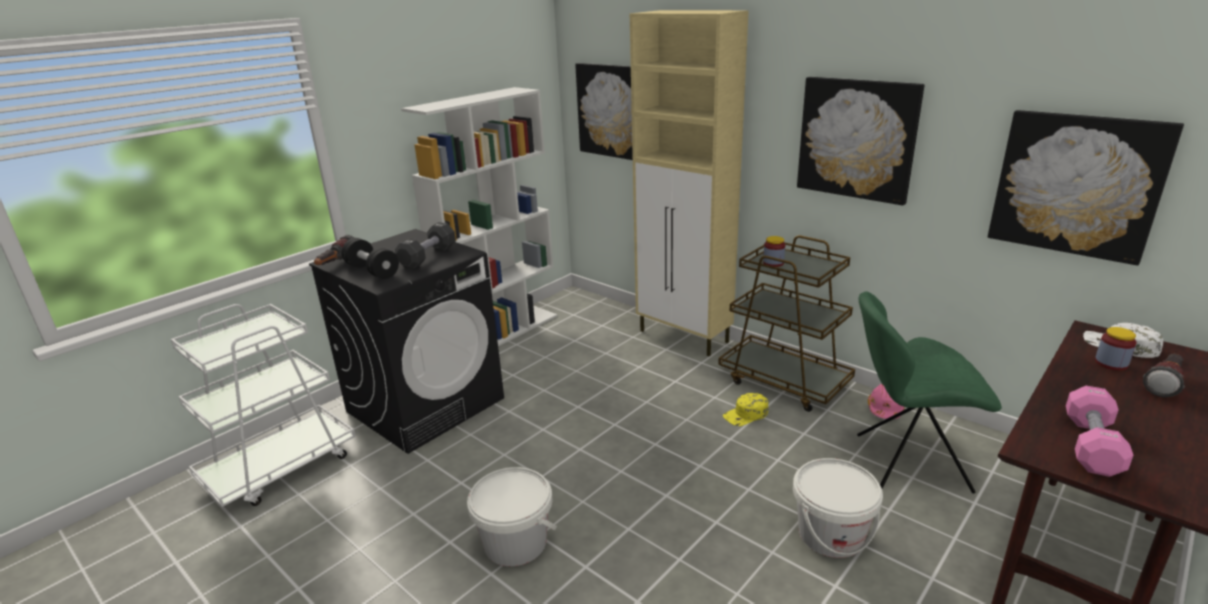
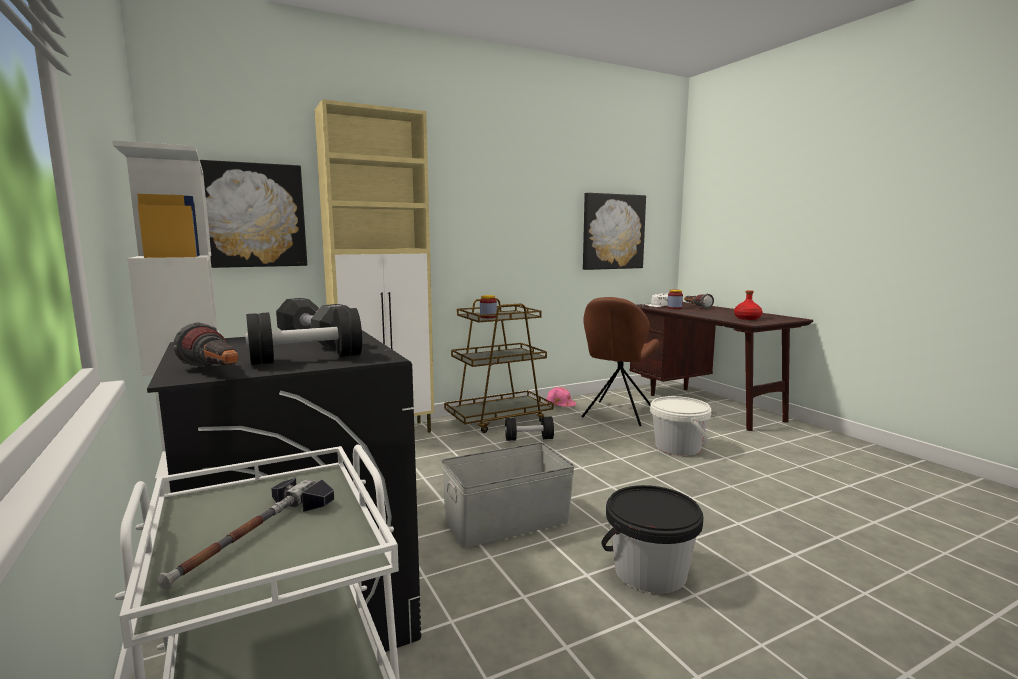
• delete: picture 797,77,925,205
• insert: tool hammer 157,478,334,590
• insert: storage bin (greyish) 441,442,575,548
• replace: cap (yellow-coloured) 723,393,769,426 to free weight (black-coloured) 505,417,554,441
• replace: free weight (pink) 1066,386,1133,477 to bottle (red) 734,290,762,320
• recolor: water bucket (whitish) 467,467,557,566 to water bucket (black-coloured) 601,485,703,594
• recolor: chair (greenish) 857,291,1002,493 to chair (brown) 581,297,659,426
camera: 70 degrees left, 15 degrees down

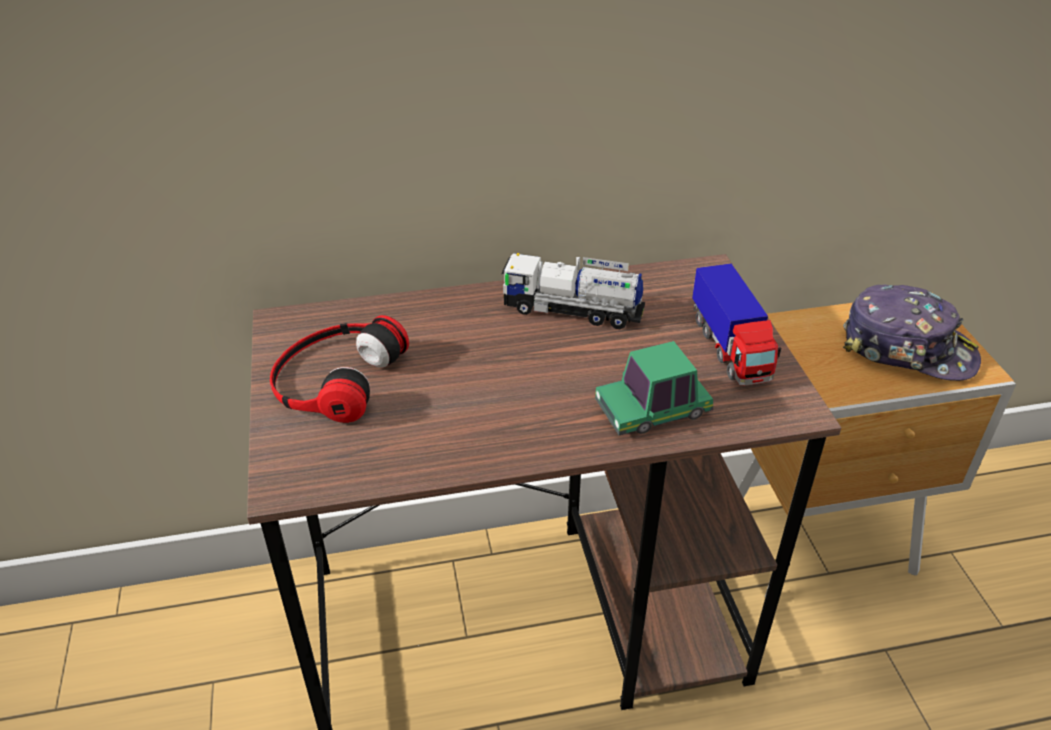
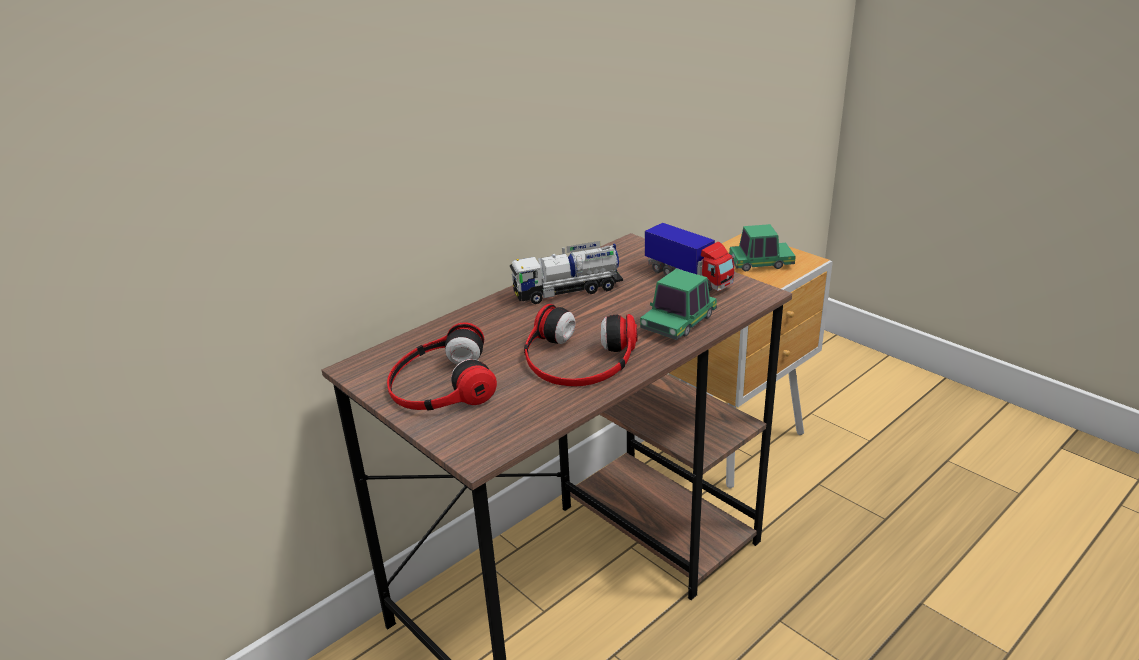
• insert: headphones 524,304,638,387
• replace: cap 843,285,981,381 to miniature car 729,224,796,271
camera: 30 degrees left, 10 degrees down

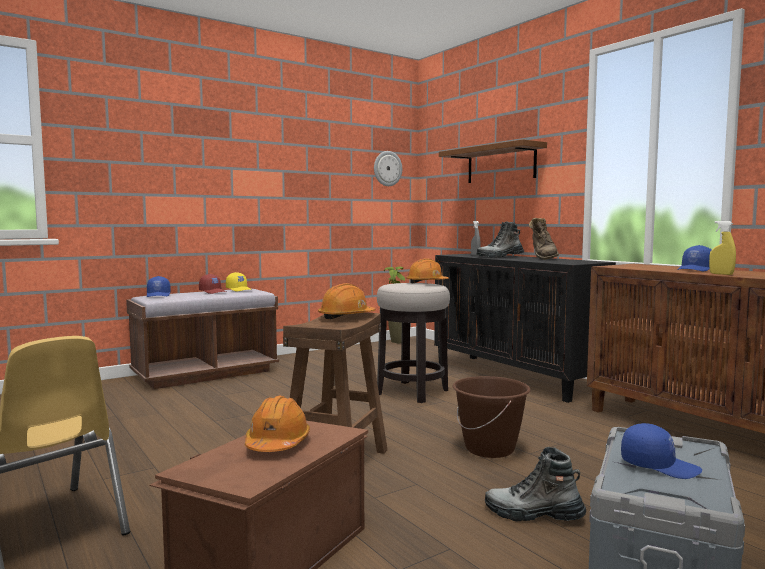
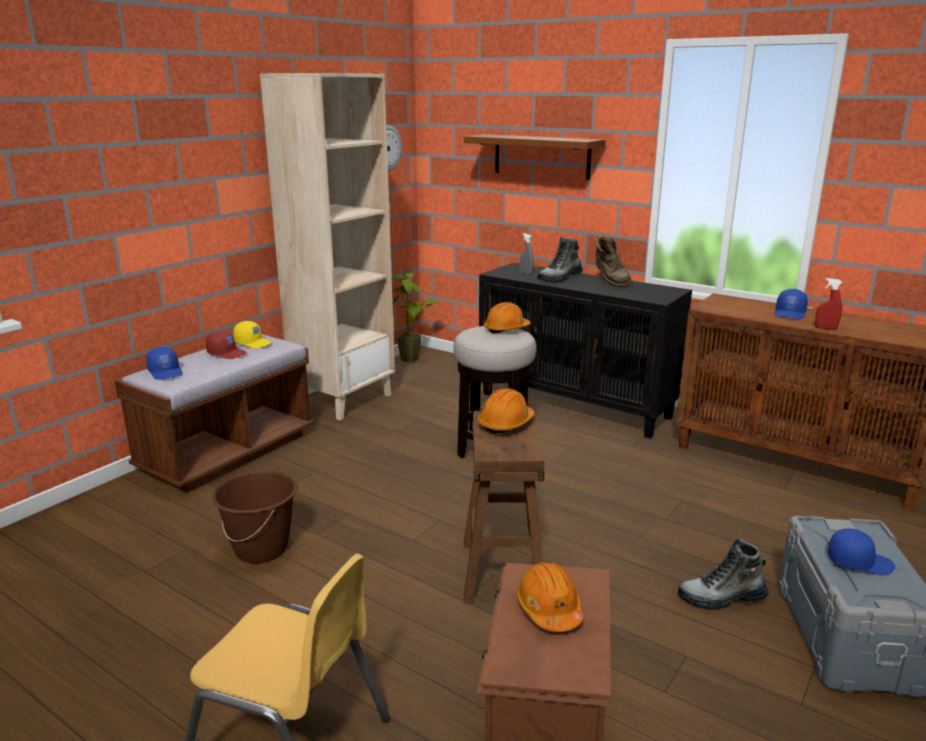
• insert: bookshelf (beige) 260,73,395,420
• move: water bucket (brown) 452,376,531,458 to 212,470,297,563
• recolor: sprayer (yellow-coloured) 709,221,736,275 to sprayer (red) 815,278,842,330
camera: 20 degrees left, 15 degrees up

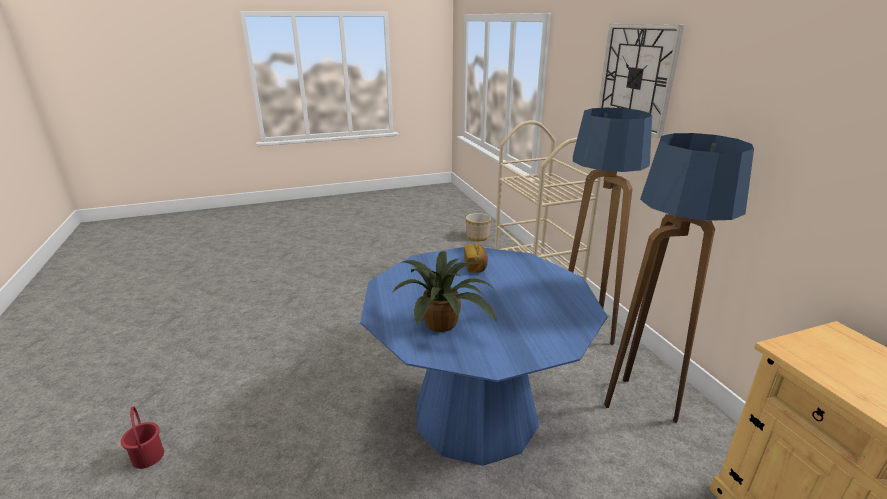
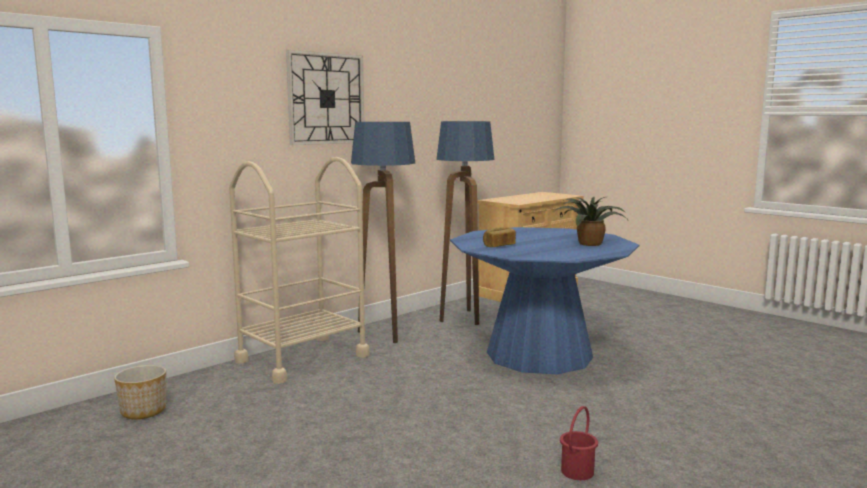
• move: water bucket (red) 121,406,164,469 to 560,406,598,480
camera: 115 degrees left, 15 degrees down

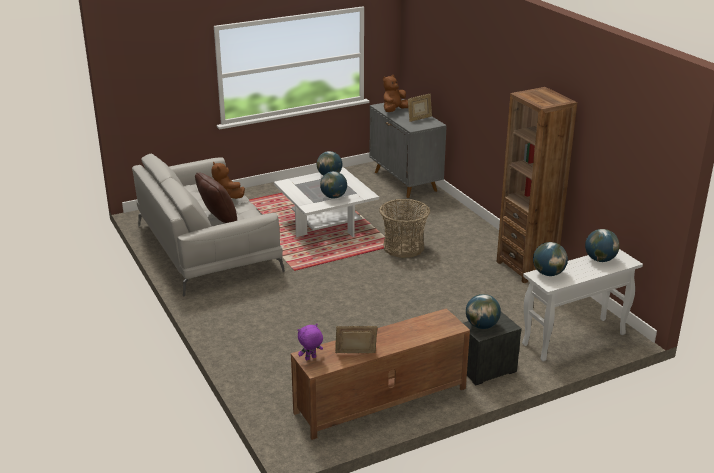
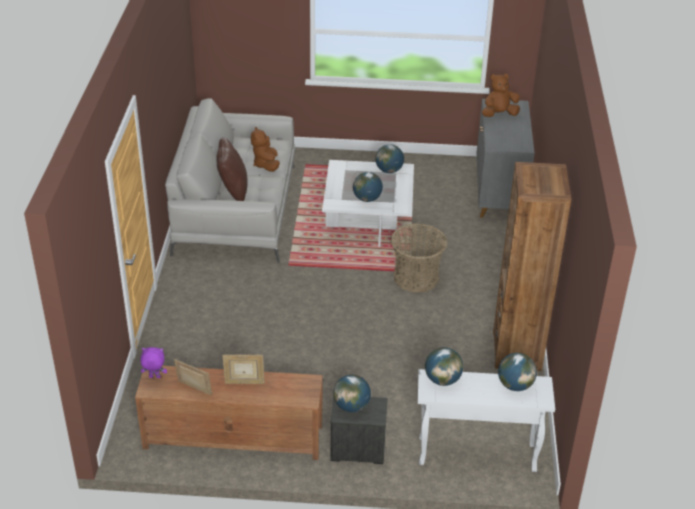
• move: standing frame 408,94,432,122 to 222,355,265,384
camera: 30 degrees right, 10 degrees up

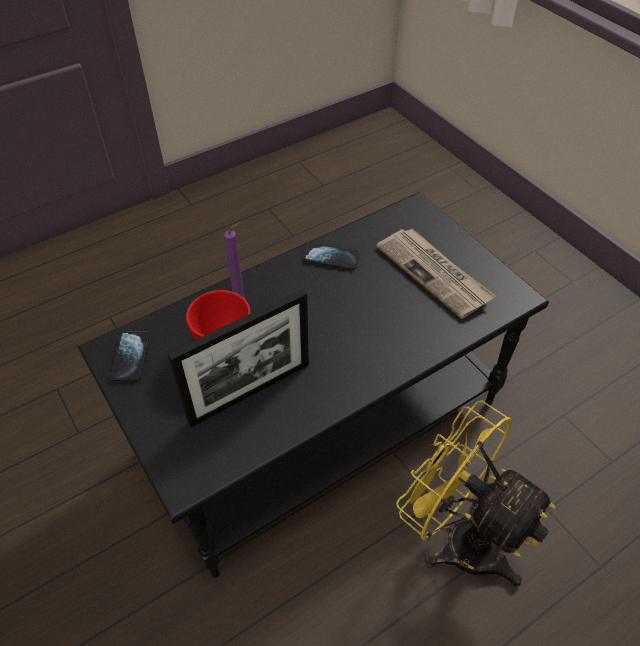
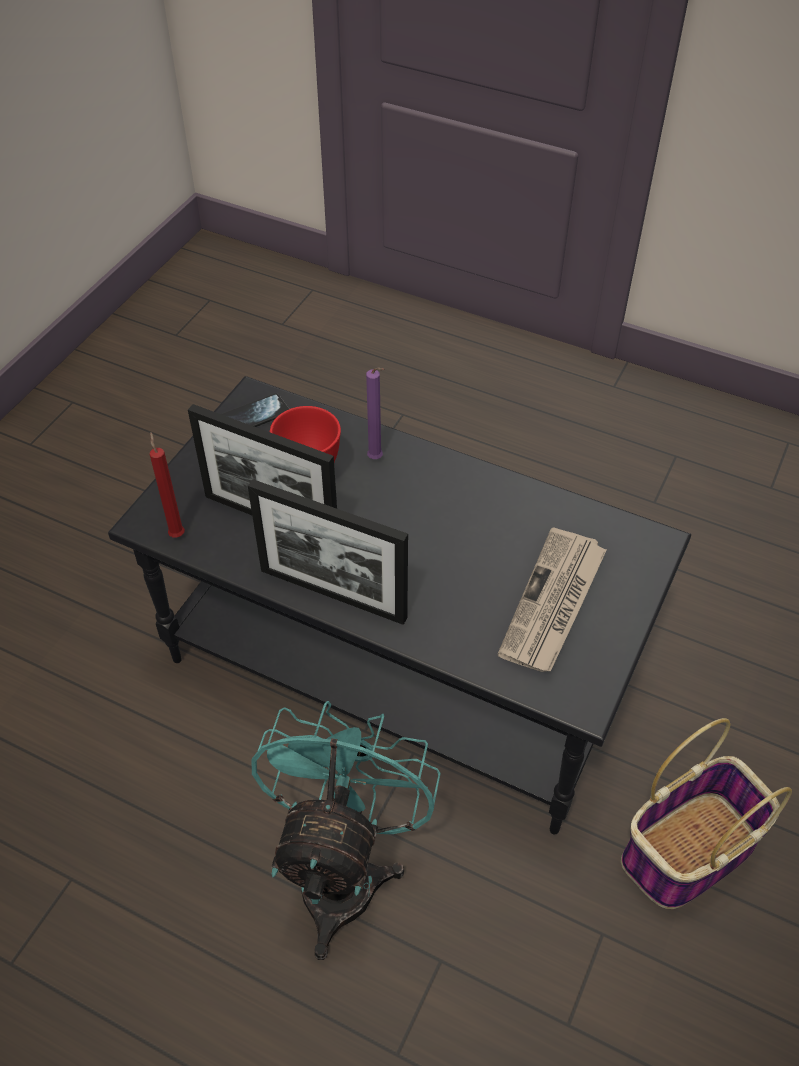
• delete: telephone 303,243,360,270
• insert: wax candle (red) 150,432,185,537
• insert: standing frame 248,479,408,625
• insert: storage basket 621,718,792,909
• recolor: fan (yellow-coloured) 396,401,556,587 to fan (blue-green) 252,701,441,960
camera: 60 degrees right, 0 degrees up

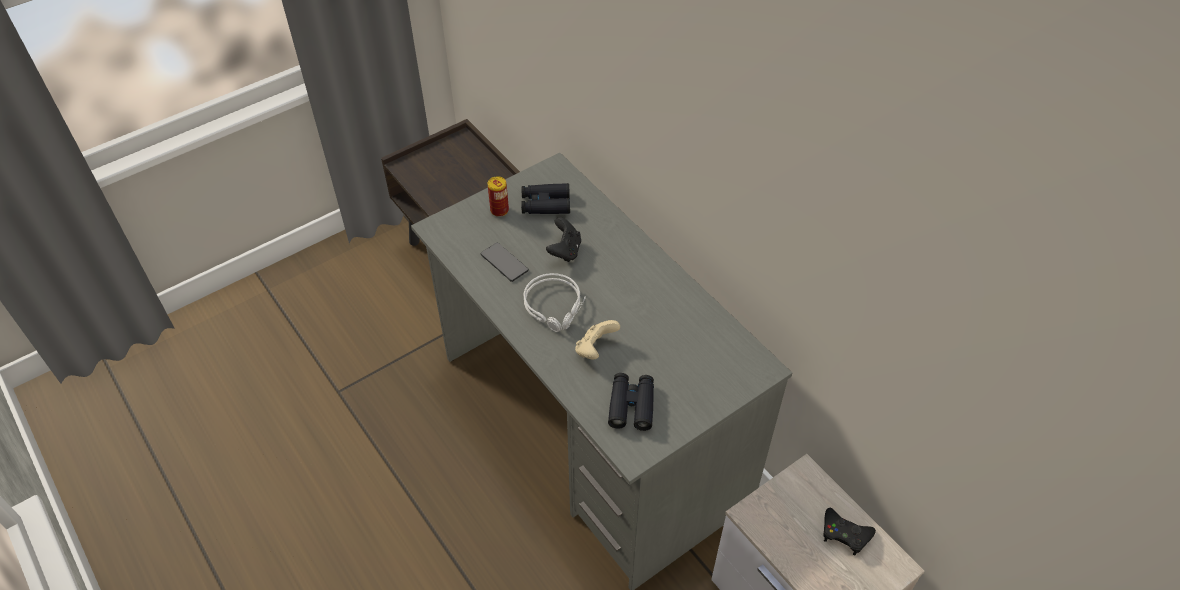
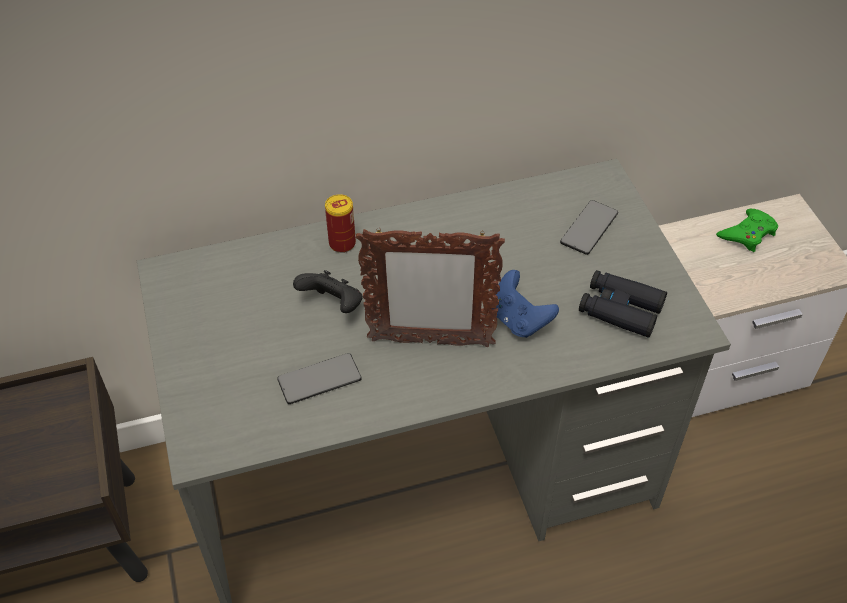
• delete: pair of binoculars (black-coloured) 521,183,570,214
• insert: telephone 560,200,618,255
• move: metal can 488,176,509,217 to 325,194,356,253
• replace: headphones (greyish) 523,273,586,332 to standing frame 356,227,505,347
• recolor: gamepad (beige) 575,320,620,359 to gamepad (blue-coloured) 492,270,559,338
• recolor: gamepad (black-coloured) 824,508,876,555 to gamepad (greenish) 716,209,778,252
camera: 70 degrees left, 0 degrees up

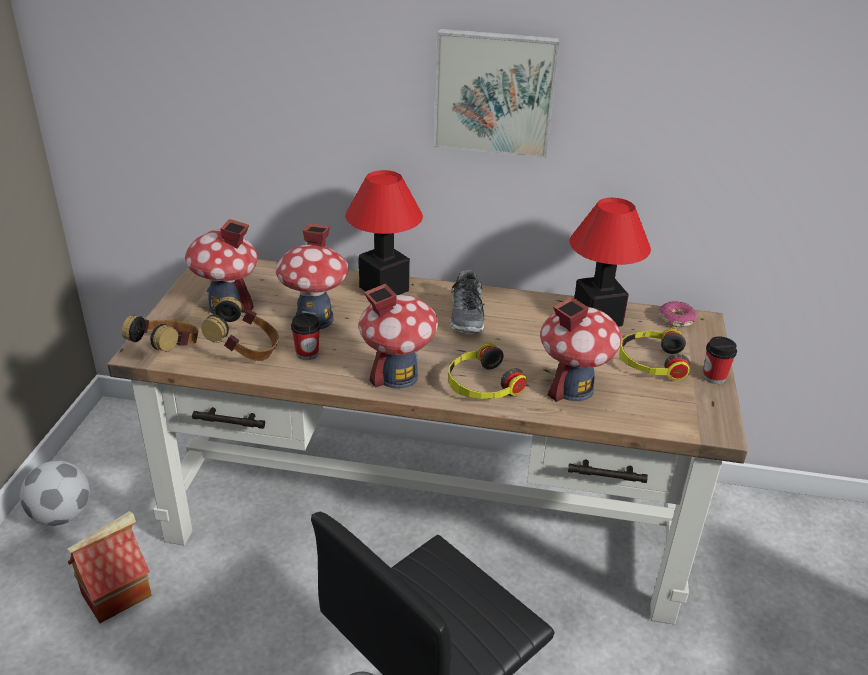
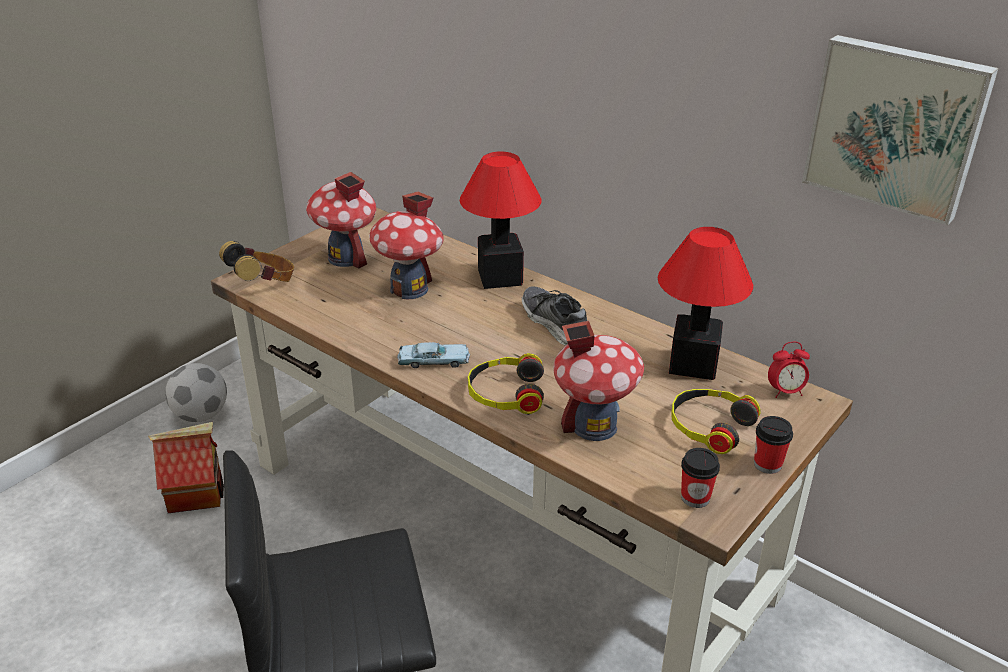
• delete: headphones 201,297,279,361
• move: small cup 291,313,320,360 to 681,448,720,508
• move: picture 433,29,560,158 to 802,35,999,225
• replace: toy house 359,284,438,389 to miniature car (blue-coloured) 397,342,470,368
• replace: doughnut 659,301,697,327 to bedside clock 768,342,810,398
• rotate: shoe 449,270,485,334 = 522,287,587,346 120 degrees clockwise
camera: 30 degrees right, 0 degrees up

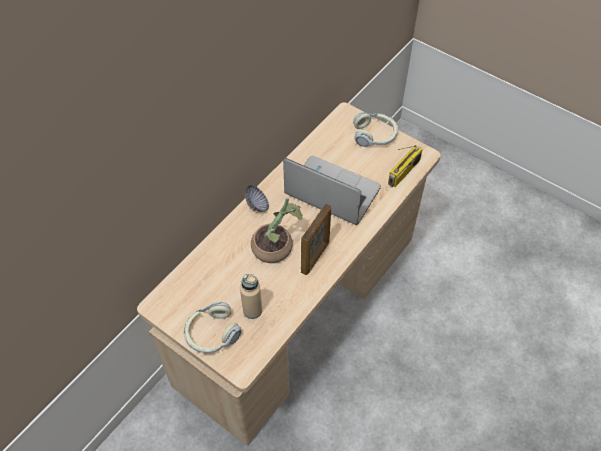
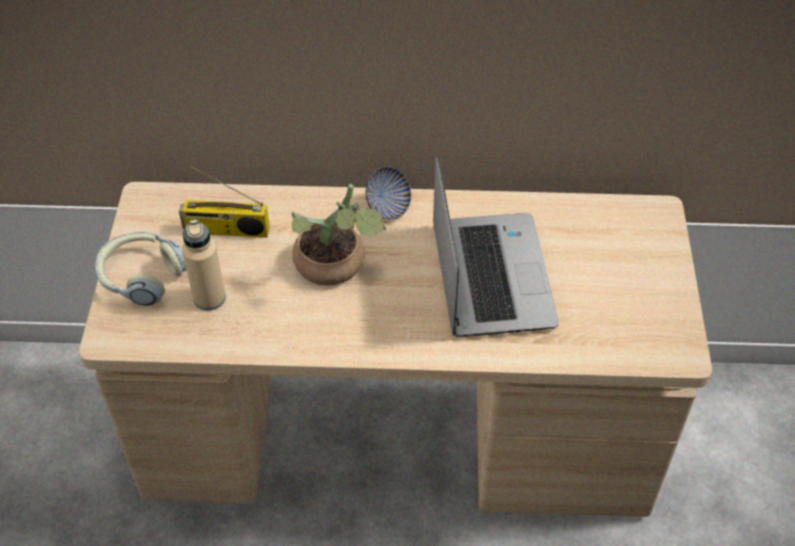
• delete: standing frame 301,204,331,275
• delete: headphones 353,112,398,147
• move: radio 388,145,423,187 to 179,166,270,238
camera: 55 degrees right, 5 degrees down

